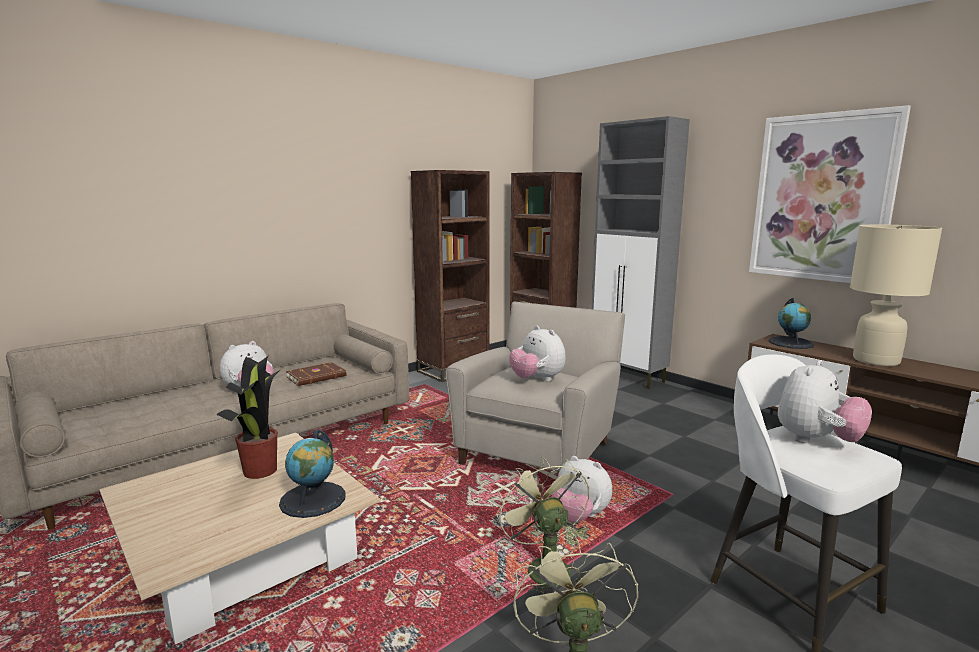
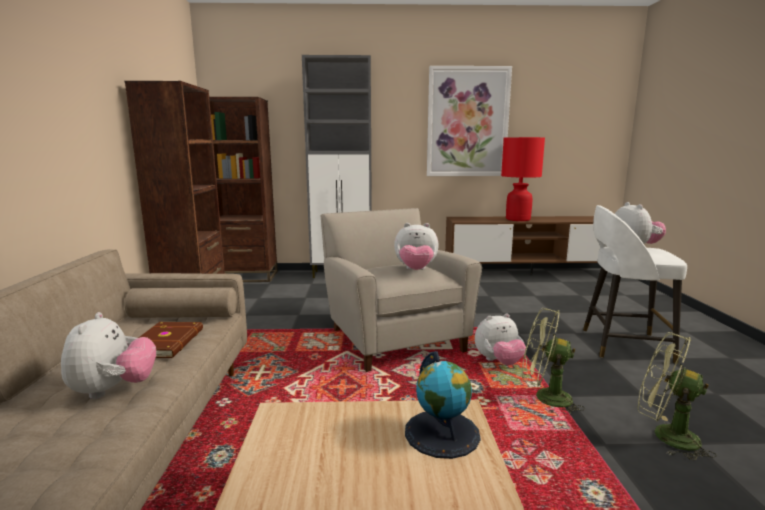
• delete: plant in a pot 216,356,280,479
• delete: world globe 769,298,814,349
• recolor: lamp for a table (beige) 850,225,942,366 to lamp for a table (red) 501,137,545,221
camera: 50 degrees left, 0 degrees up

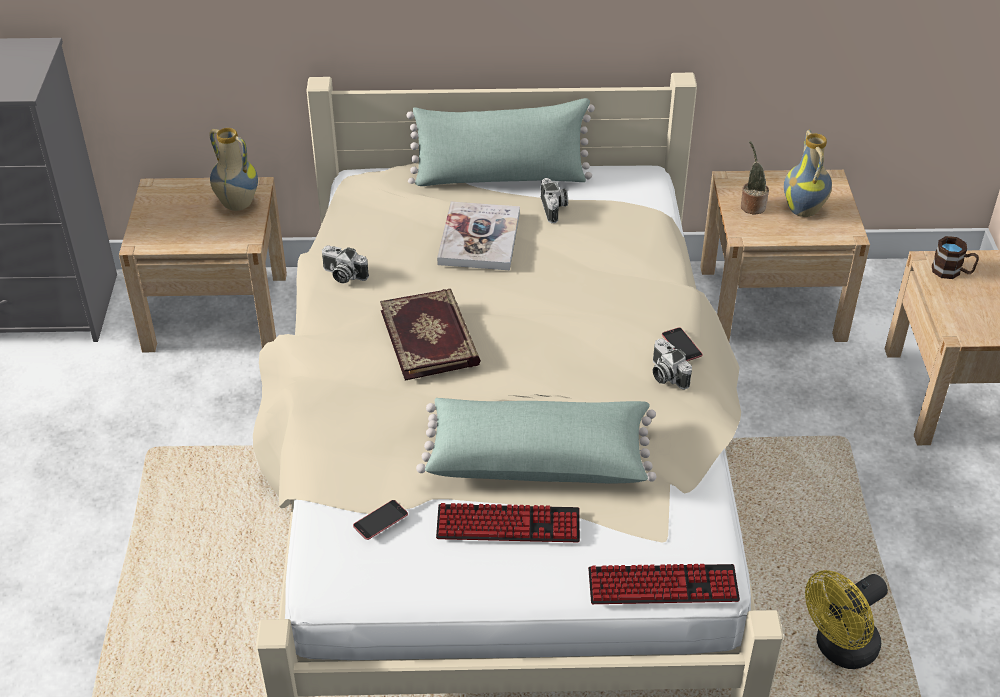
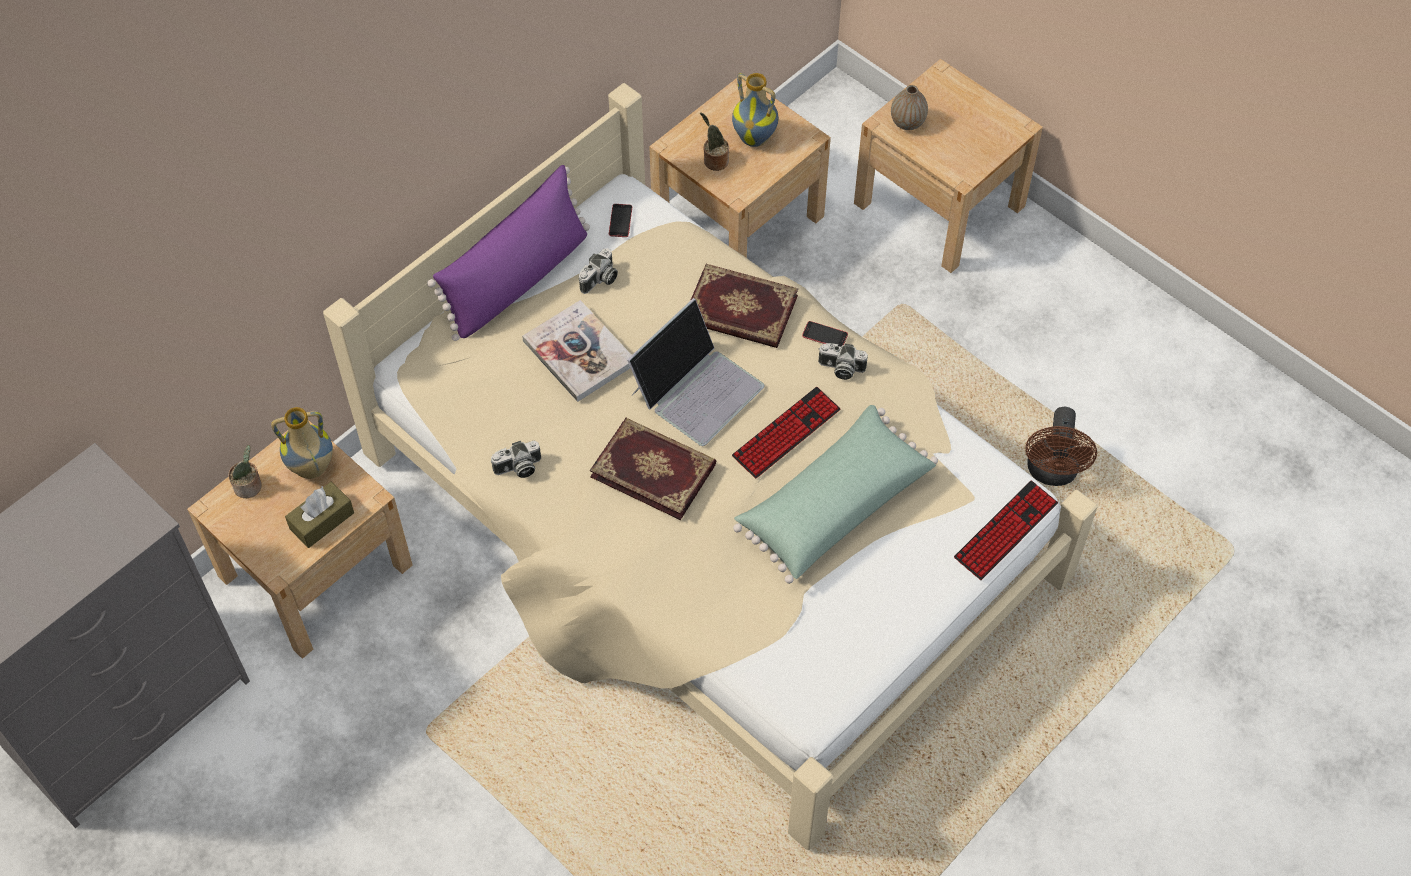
• insert: plant in a pot 228,445,262,498
• insert: tissue holder (brown) 285,482,354,548
• insert: laptop 627,298,764,446
• insert: book 690,264,798,348
• move: telephone 353,500,408,540 to 609,204,632,237
• move: PC keyboard 436,503,580,542 to 732,387,841,478
• replace: tea mug (brown) 932,236,979,279 to flower vase 891,85,928,130
• recolor: cushion (greenish) 406,98,595,186 to cushion (purple) 427,165,590,341
• recolor: fan (yellow-coloured) 805,570,888,669 to fan (brown) 1025,407,1097,486
• rotate: photo camera 541,178,568,223 = 579,248,618,294 90 degrees clockwise
camera: 45 degrees left, 15 degrees up

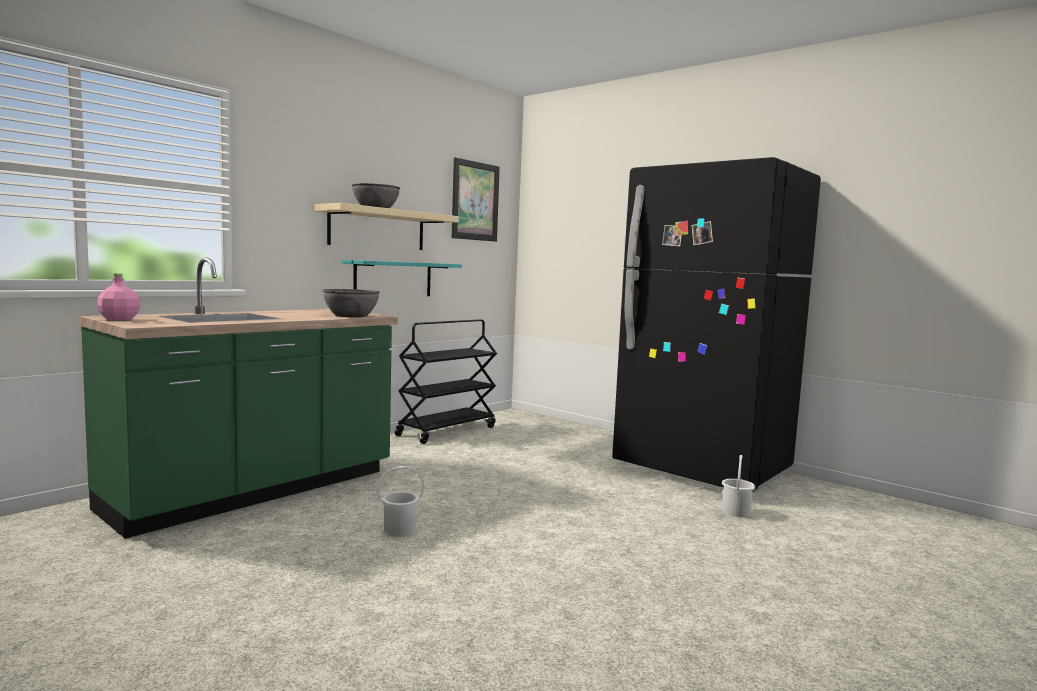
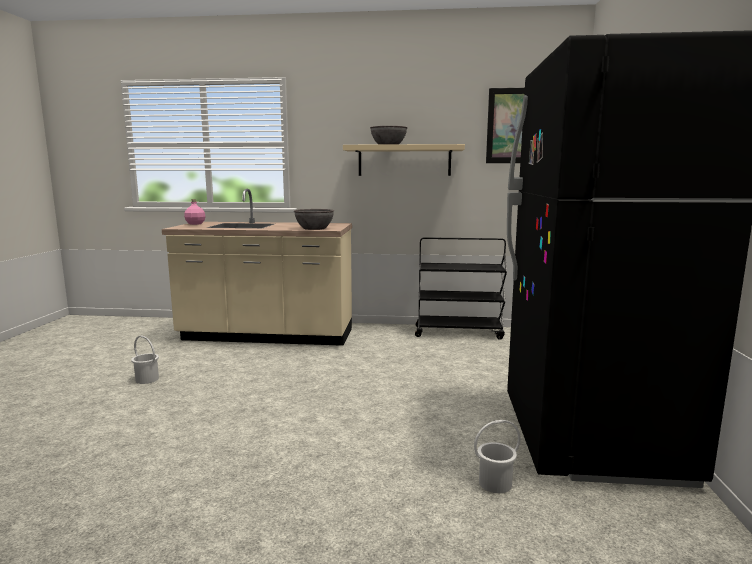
• delete: bracket shelf (blue-green) 342,260,462,296
• move: water bucket (whitish) 377,466,424,536 to 131,335,159,384
• recolor: kitchen base unit (greenish) 78,257,398,539 to kitchen base unit (beige) 162,189,352,346
camera: 55 degrees right, 5 degrees up

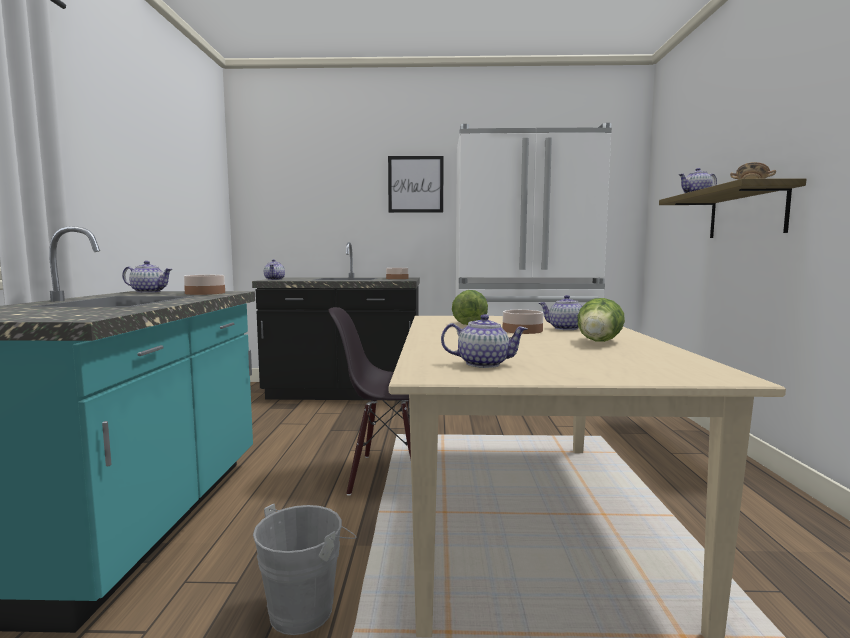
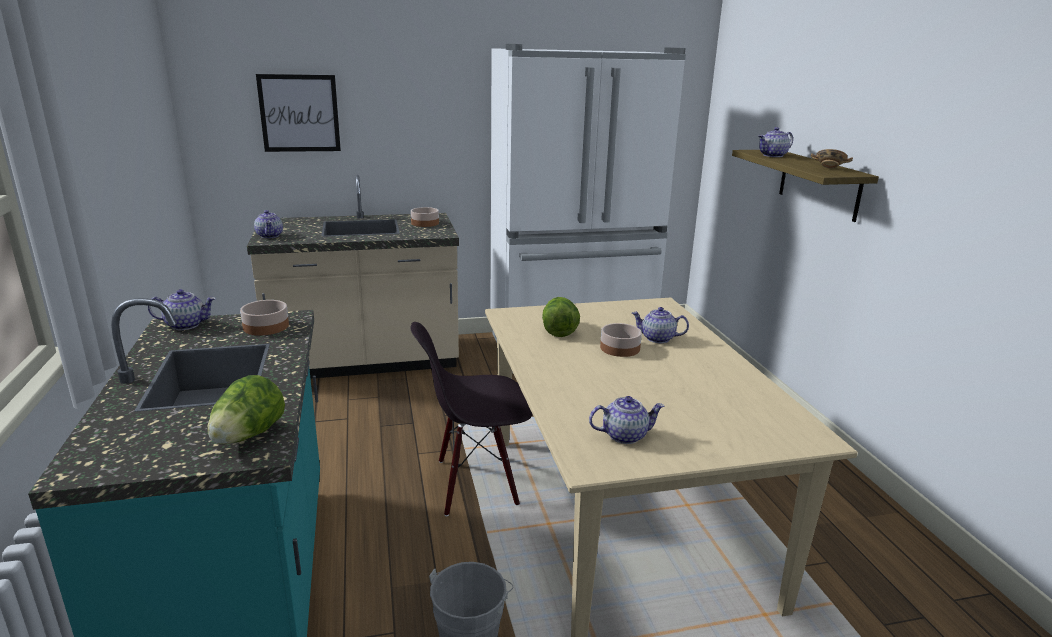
• move: picture 388,156,444,213 to 256,74,341,152
• move: lettuce head 578,298,625,342 to 207,375,285,445
• recolor: kitchen base unit (black-coloured) 252,242,420,400 to kitchen base unit (beige) 247,175,459,379
camera: 15 degrees left, 15 degrees up

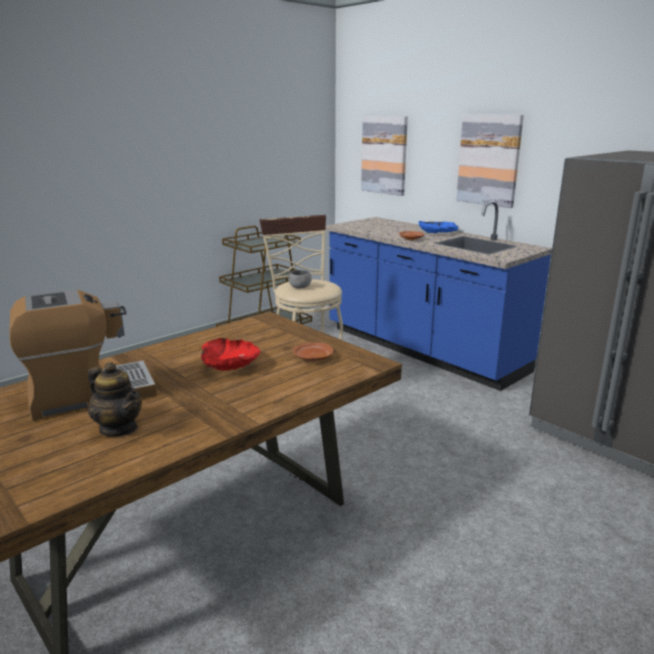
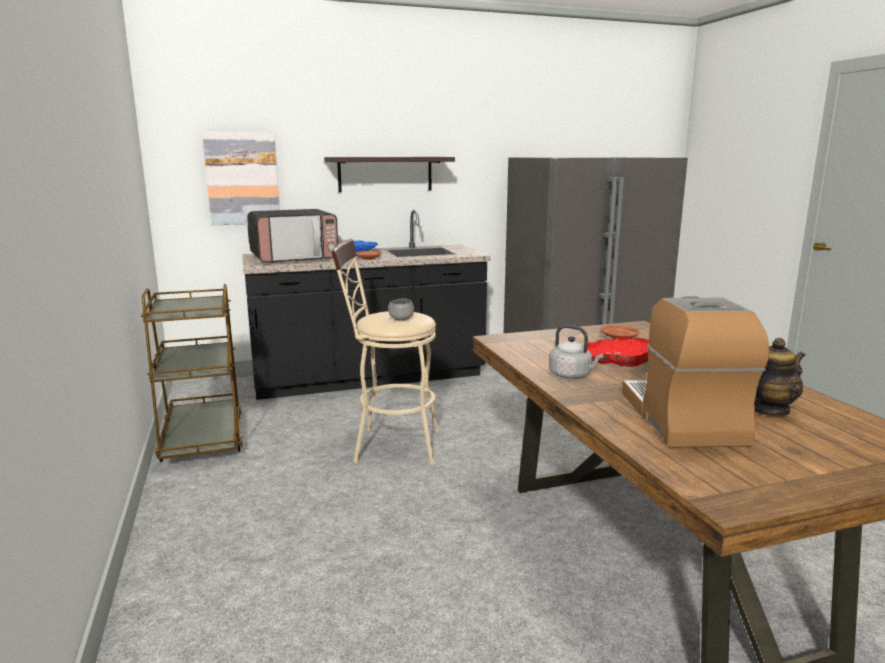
• insert: microwave 247,209,338,263
• insert: tea kettle (greyish) 549,325,603,379
• replace: picture 456,114,524,208 to bracket shelf 324,157,455,192
• recolor: kitchen base unit (blue-coloured) 325,200,552,391 to kitchen base unit (black-coloured) 242,210,491,400
camera: 65 degrees left, 5 degrees down

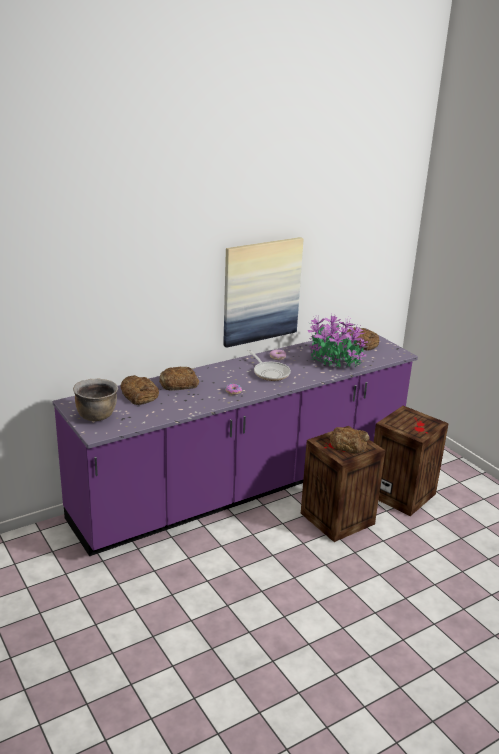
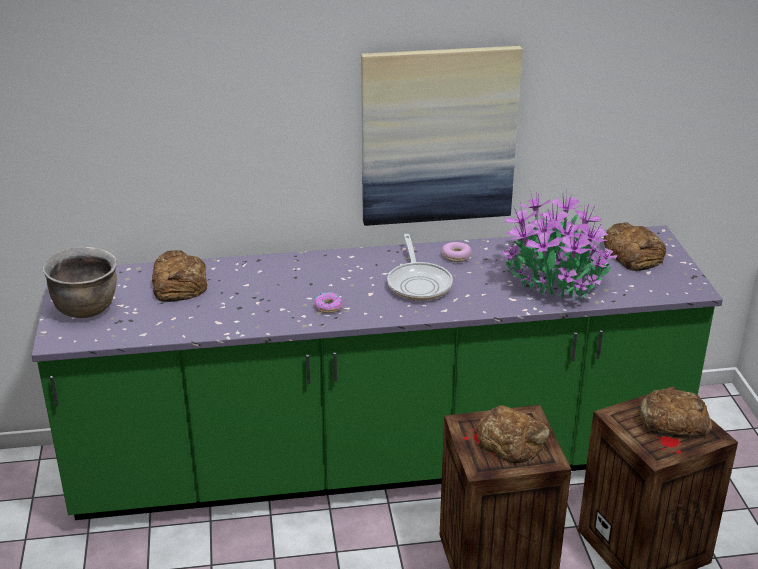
• move: baked bread 159,367,199,391 to 639,389,712,439
• recolor: kitchen base unit (purple) 53,328,418,556 to kitchen base unit (greenish) 31,225,723,520
camera: 25 degrees right, 5 degrees up

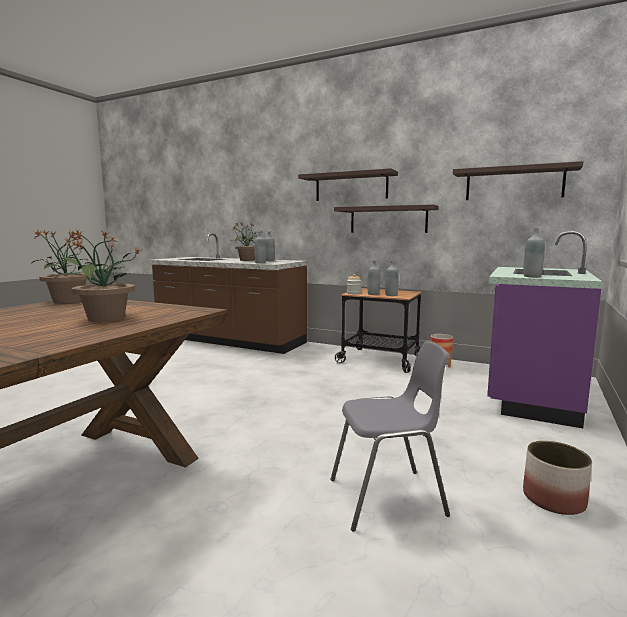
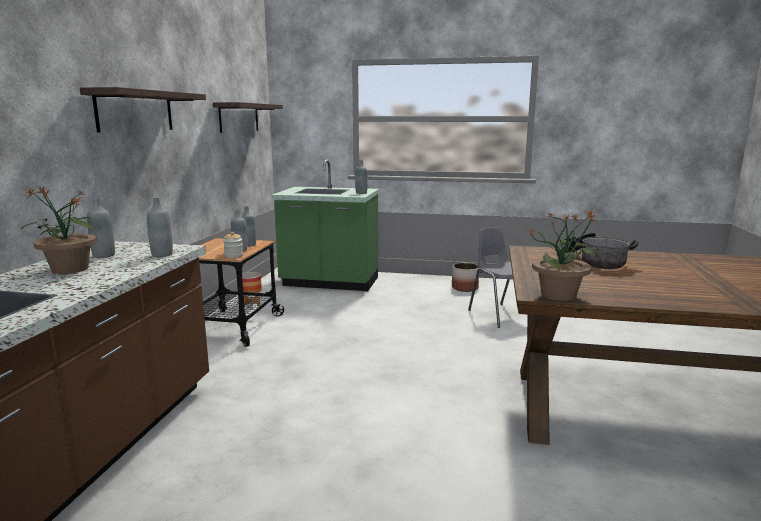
• delete: bracket shelf 334,204,439,233
• replace: plant in a pot 54,229,141,322 to saucepot 560,233,638,269
• recolor: kitchen base unit (purple) 487,231,603,428 to kitchen base unit (greenish) 271,160,379,291
camera: 105 degrees left, 5 degrees up

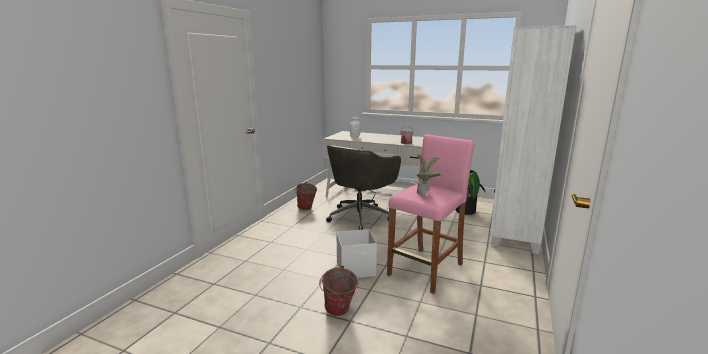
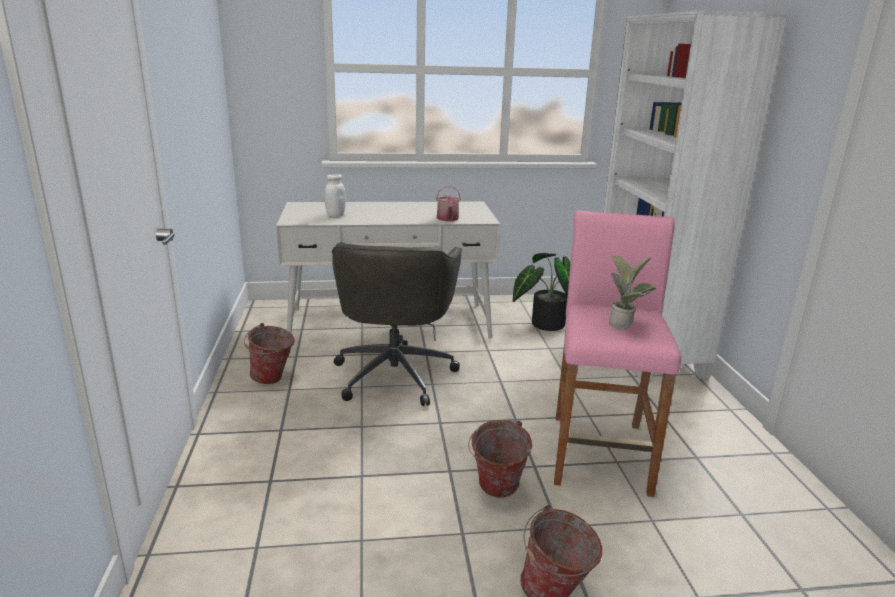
• replace: storage bin (whitish) 337,229,377,278 to water bucket 468,420,532,498
camera: 30 degrees left, 5 degrees up

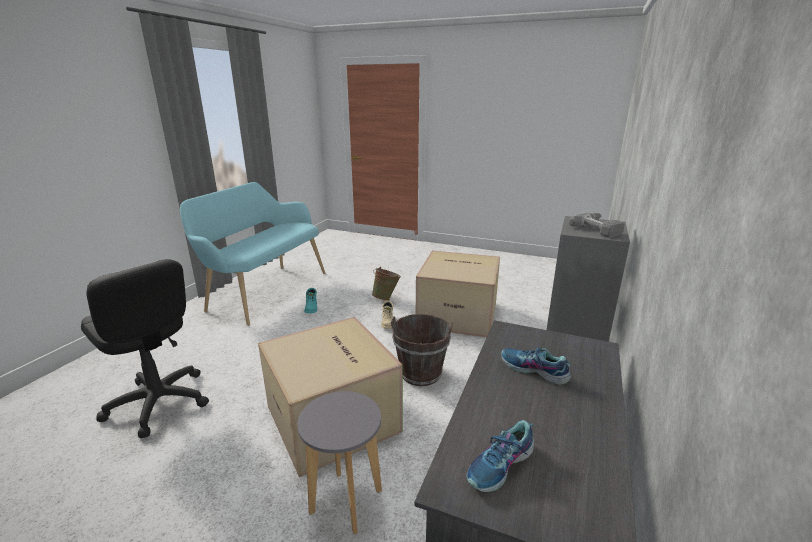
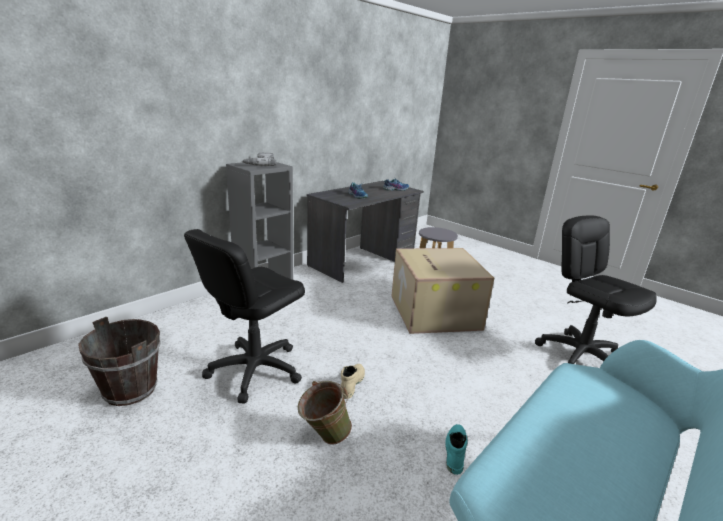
• move: water bucket (brown) 391,314,453,386 to 79,317,161,406
• replace: packing box 416,251,500,337 to office chair (black-coloured) 184,229,305,403
camera: 160 degrees left, 0 degrees up

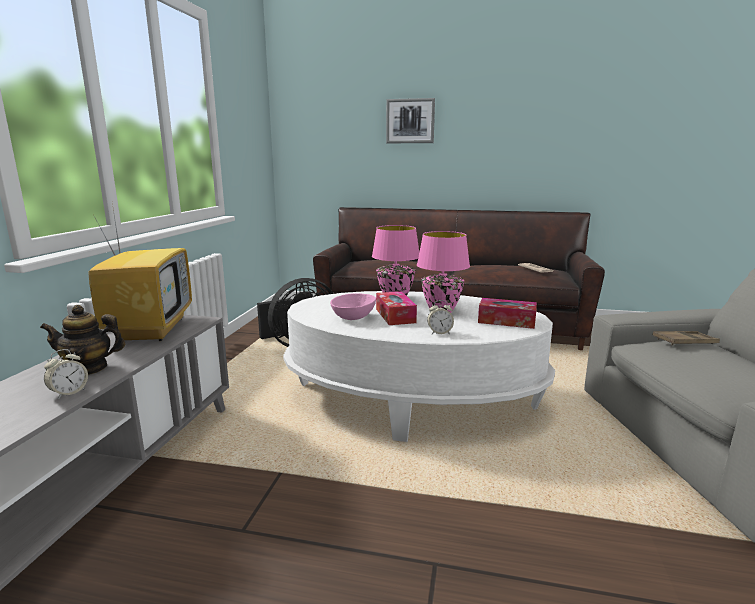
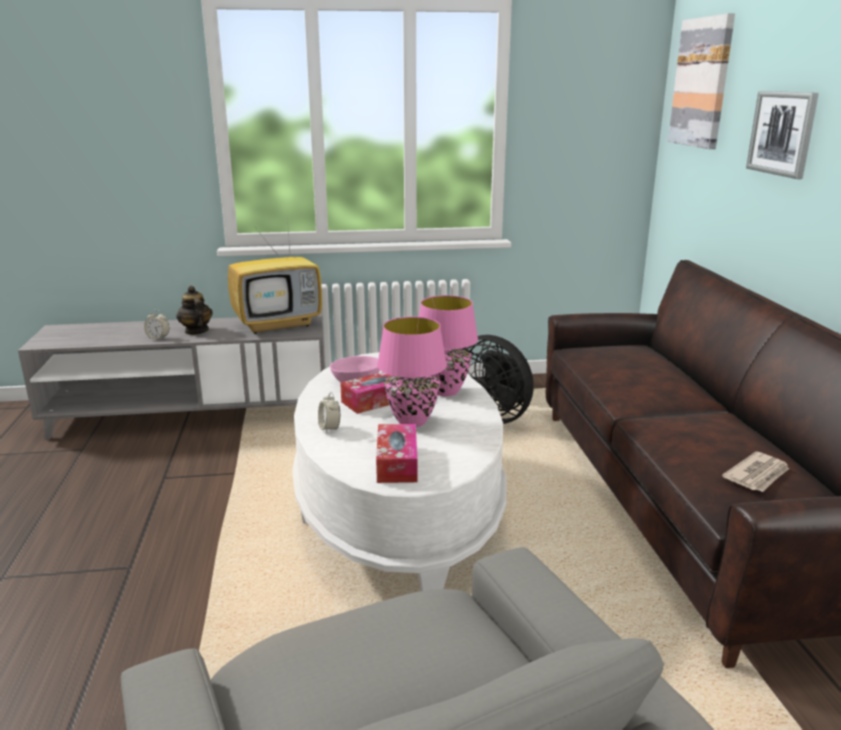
• delete: serving tray (brown) 653,331,720,346
• insert: picture 668,13,735,149
camera: 70 degrees right, 5 degrees up

